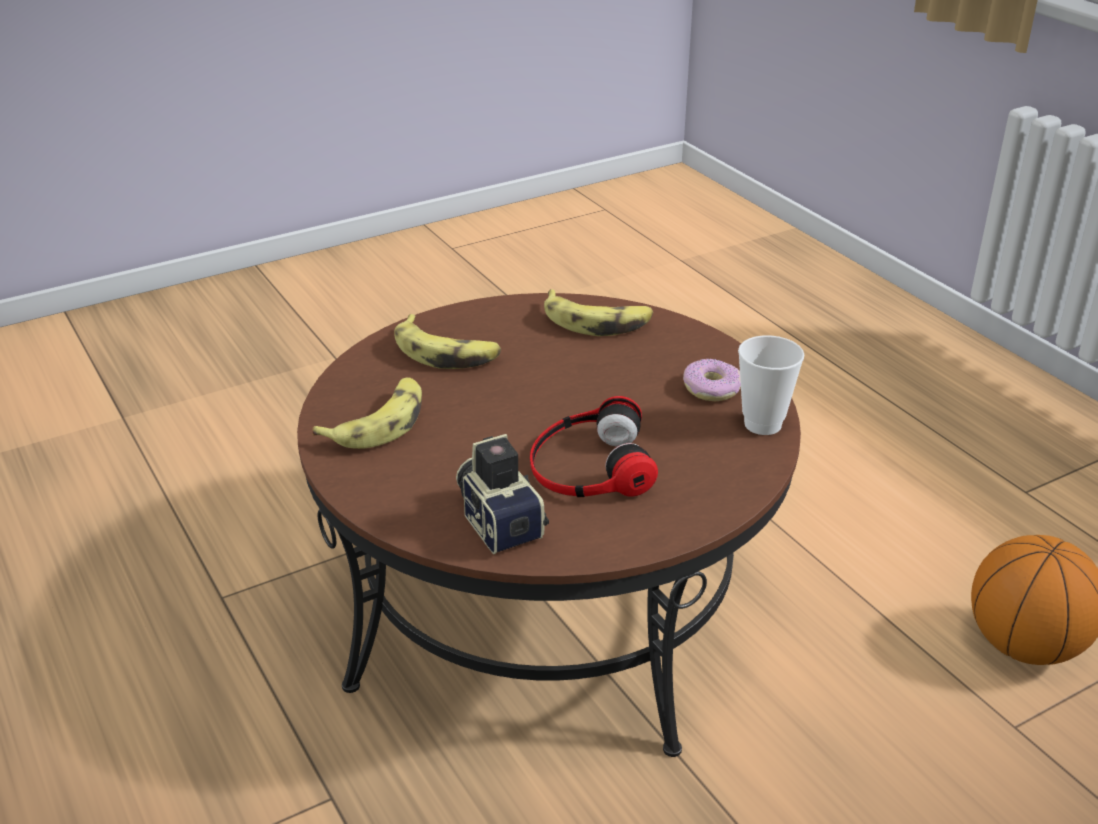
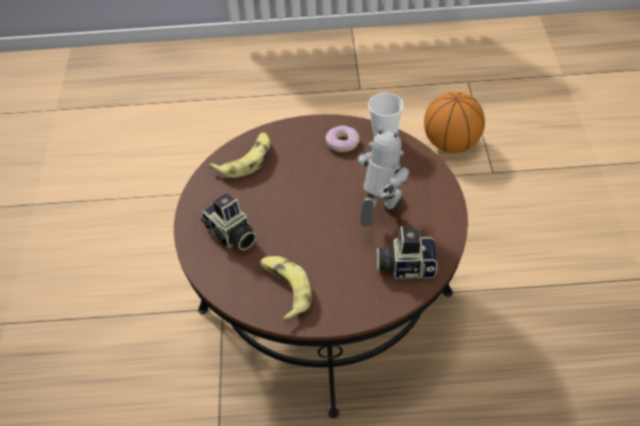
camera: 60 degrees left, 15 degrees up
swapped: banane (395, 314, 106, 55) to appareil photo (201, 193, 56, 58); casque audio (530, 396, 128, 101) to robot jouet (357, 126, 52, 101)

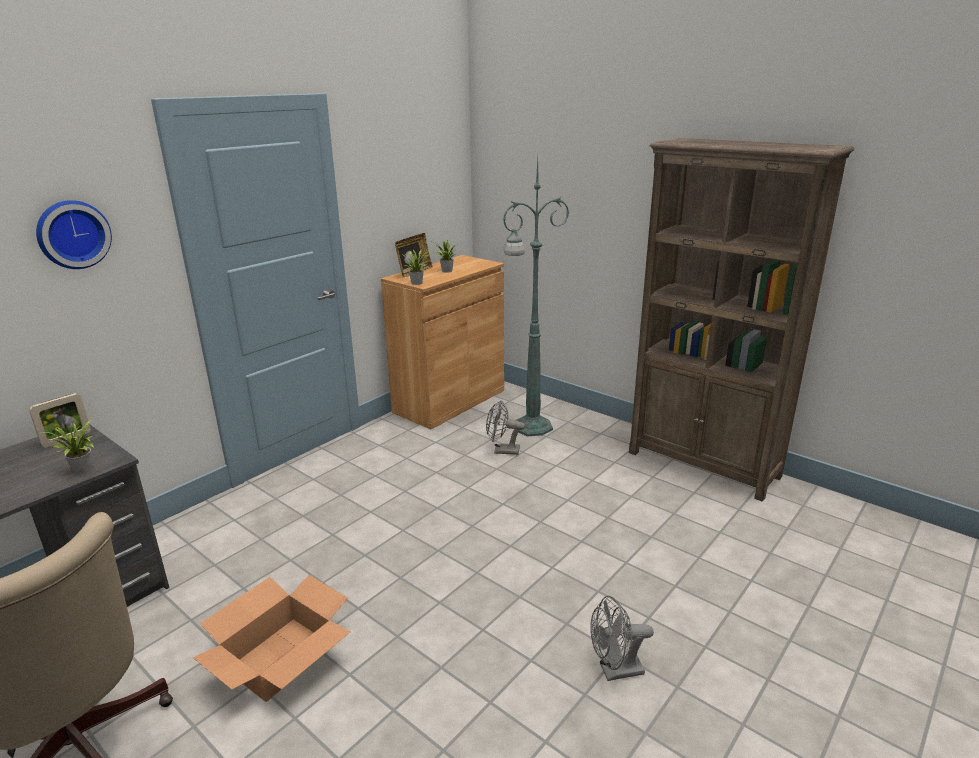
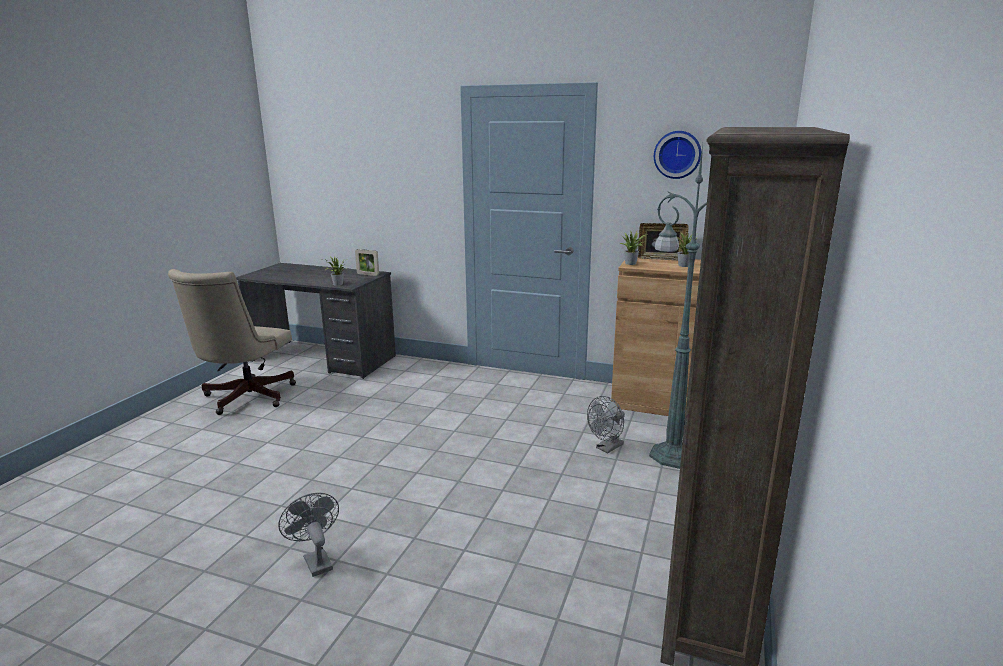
camera: 70 degrees right, 5 degrees down
gone: carton (193, 575, 158, 127)
shifted: horloge murale (36, 200, 76, 69) to (654, 131, 47, 48)
rotated: ventilateur (gris) (486, 400, 39, 55) = (587, 396, 38, 57) 120 degrees counterclockwise

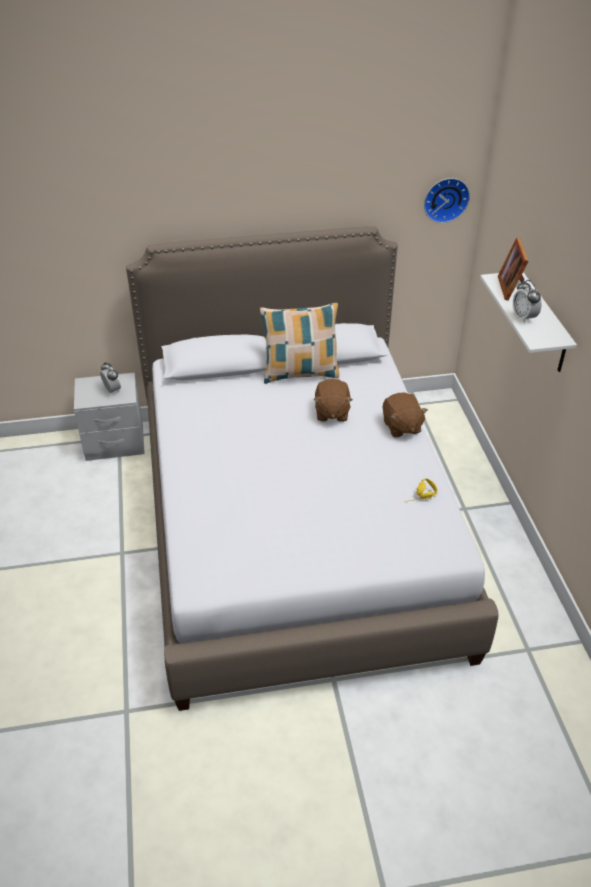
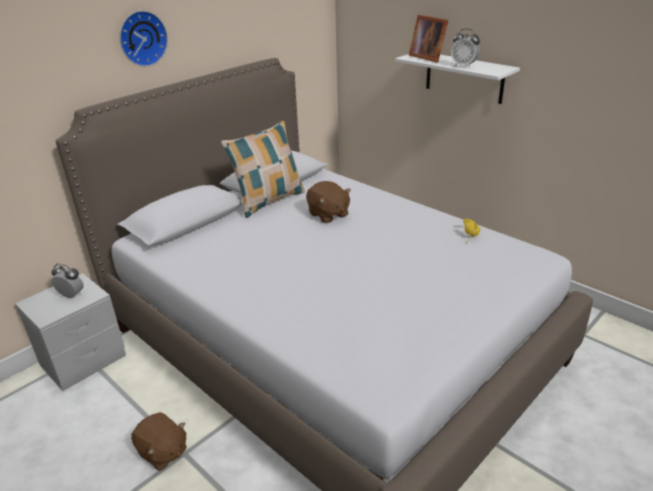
camera: 35 degrees left, 10 degrees down
shifted: peluche (marron) (382, 393, 46, 45) to (131, 412, 56, 59); horloge murale (424, 178, 46, 45) to (120, 11, 48, 56)

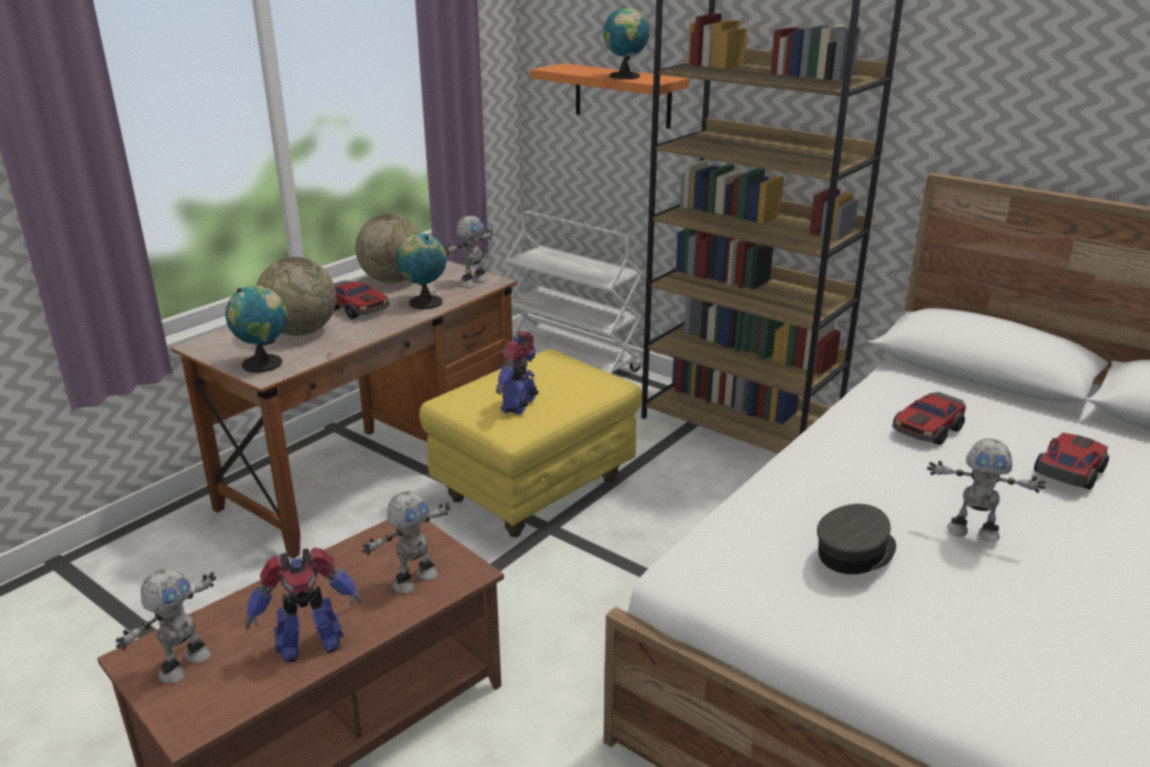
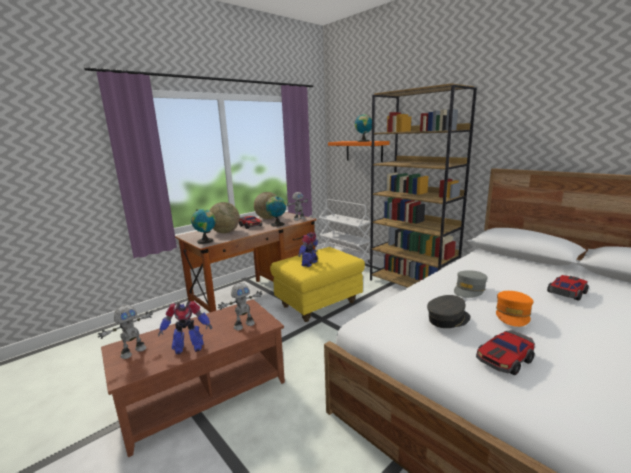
camera: 10 degrees right, 10 degrees down
new: casquette (gris) (454, 270, 34, 28)
shifted: petite voiture (892, 392, 74, 53) to (476, 330, 59, 45)
swapped: robot jouet (927, 438, 118, 105) to casquette (orange) (496, 291, 37, 36)

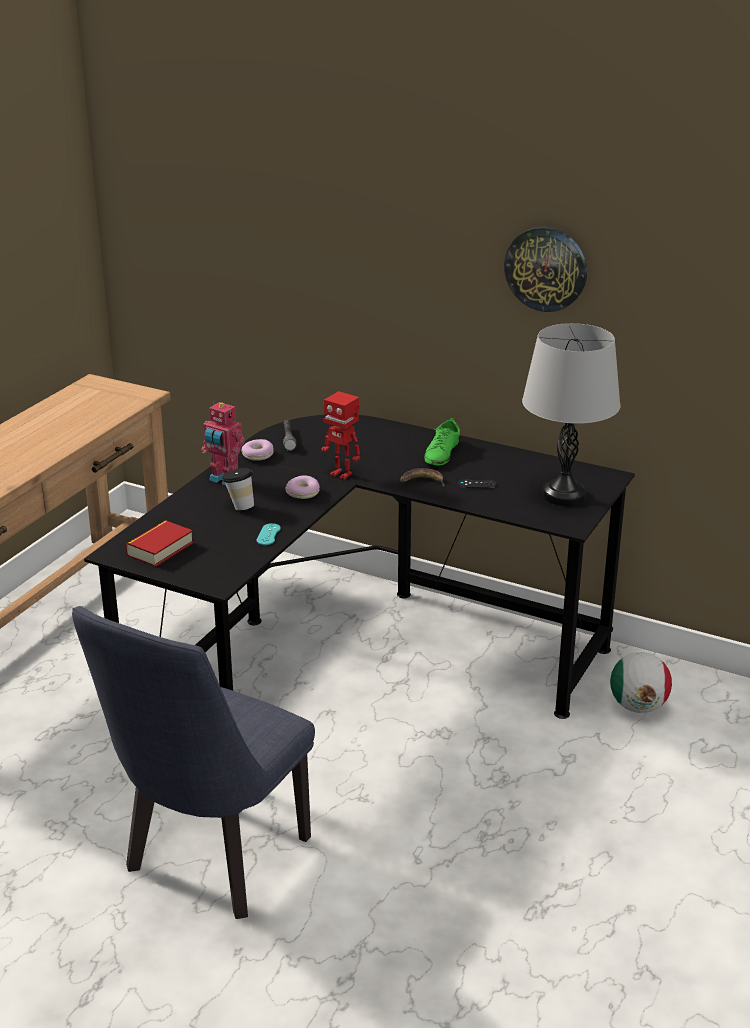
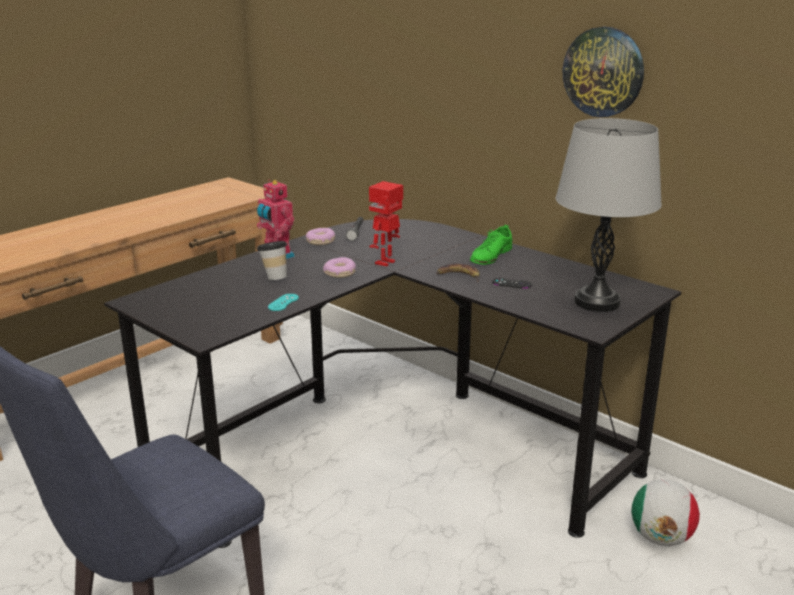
camera: 15 degrees right, 5 degrees down
gone: livre (126, 520, 67, 47)
rotated: robot jouet (321, 391, 39, 89) = (369, 181, 34, 85) 75 degrees clockwise

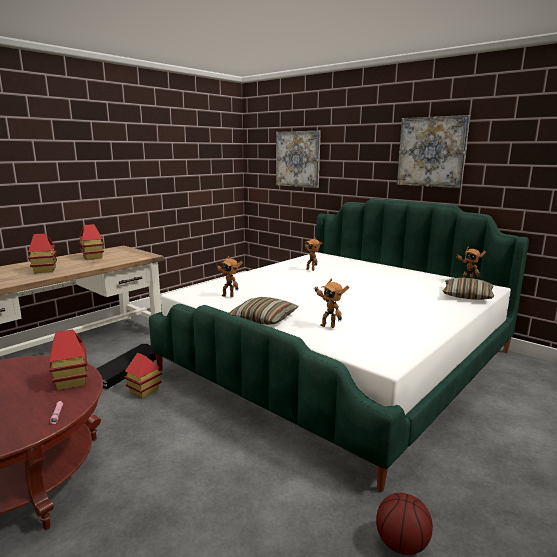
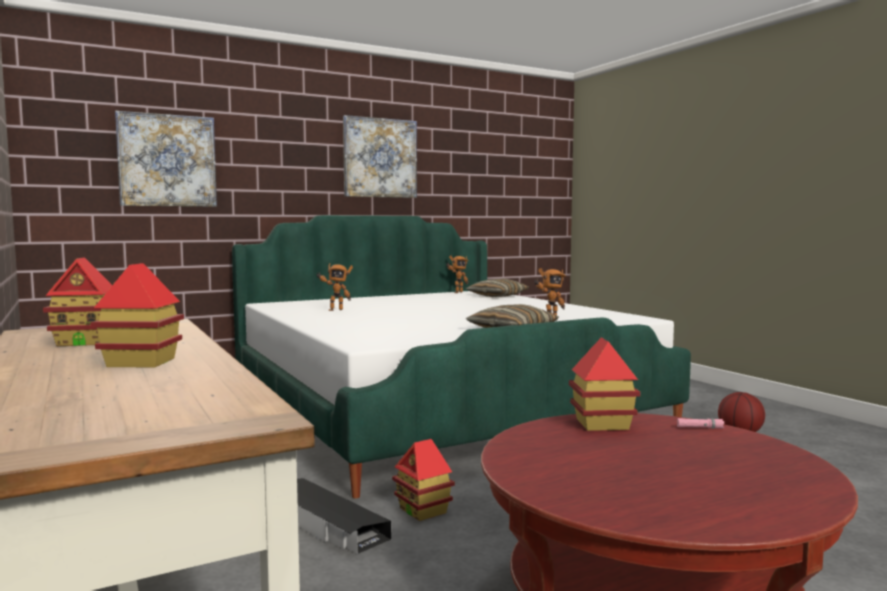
camera: 70 degrees left, 10 degrees down
gone: robot jouet (215, 256, 28, 41)

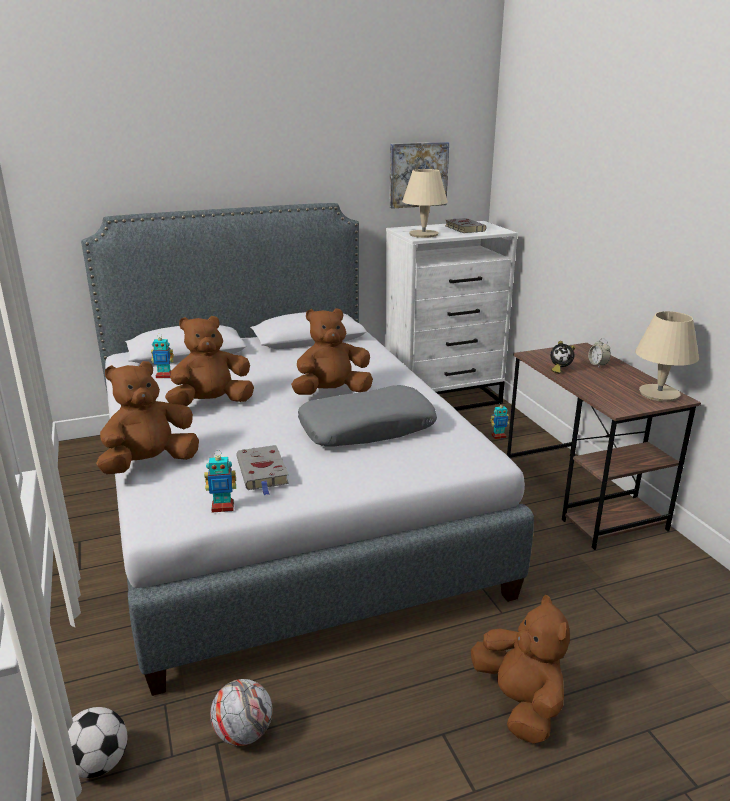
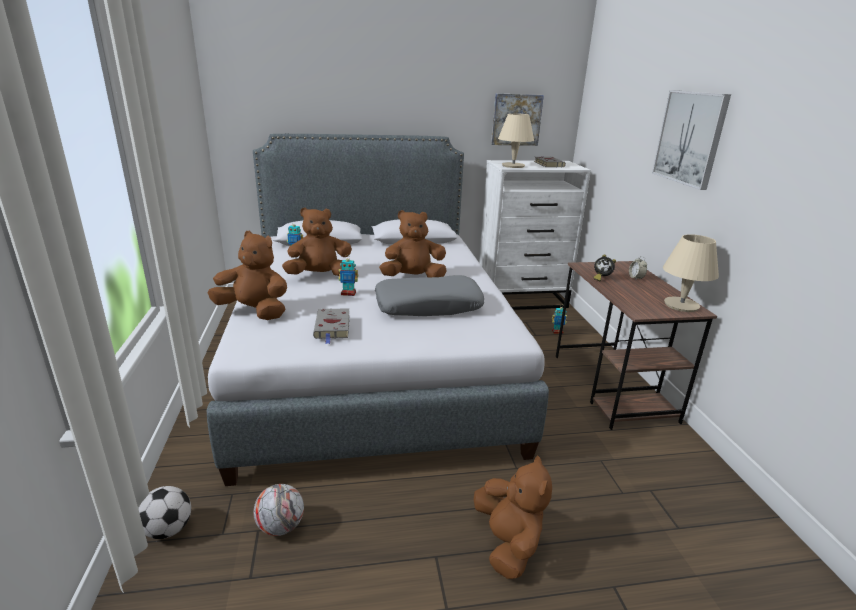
camera: 10 degrees right, 0 degrees up
new: tableau (652, 90, 79, 100)
shifted: robot jouet (204, 450, 32, 62) to (338, 256, 20, 40)
rotated: peluche (marron) (96, 361, 103, 113) = (208, 231, 79, 89) 45 degrees clockwise

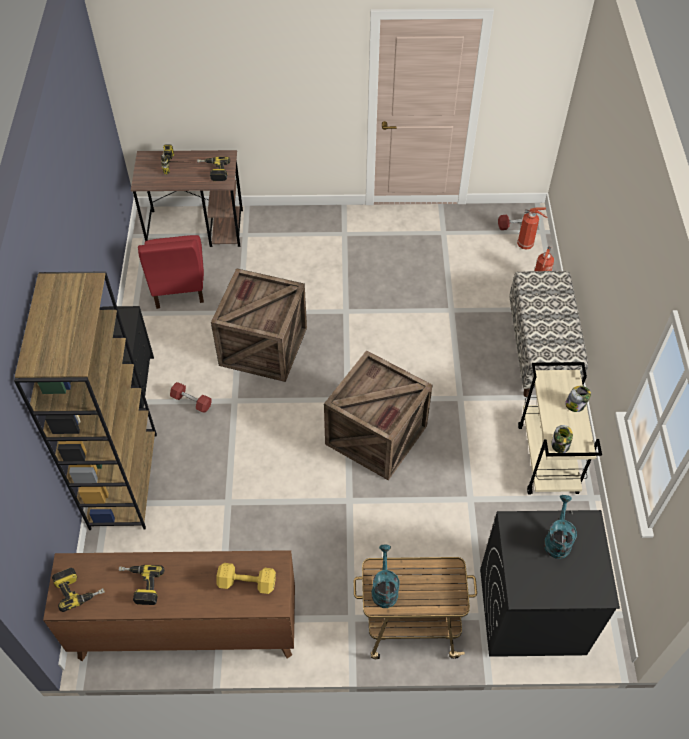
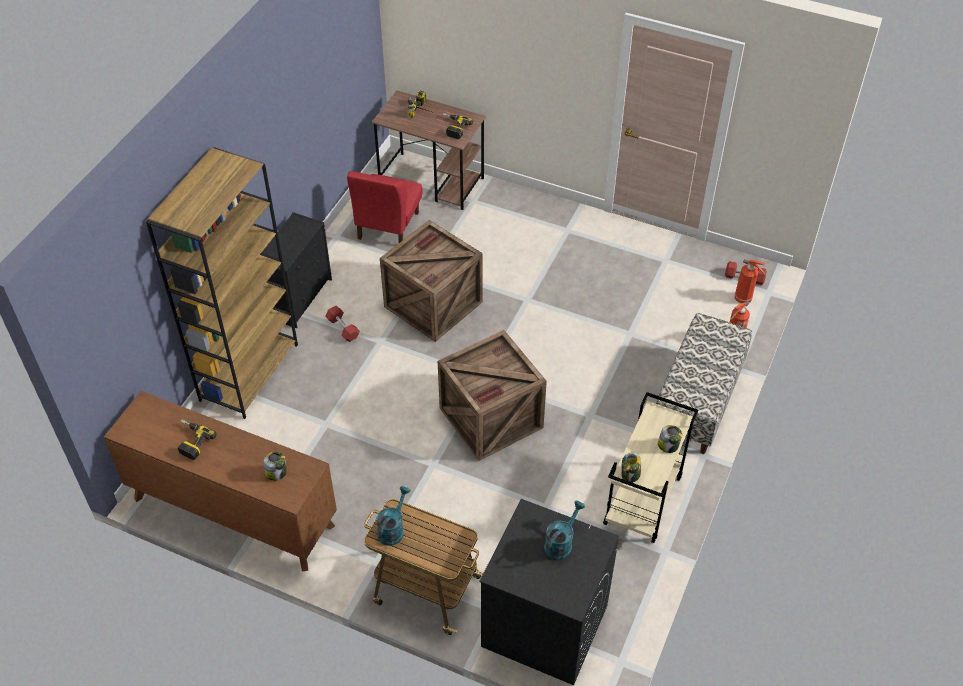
camera: 25 degrees right, 5 degrees down
gone: perceuse (52, 568, 53, 44)
swapped: haltère (jaune) (216, 563, 60, 31) to bocal (264, 452, 23, 29)

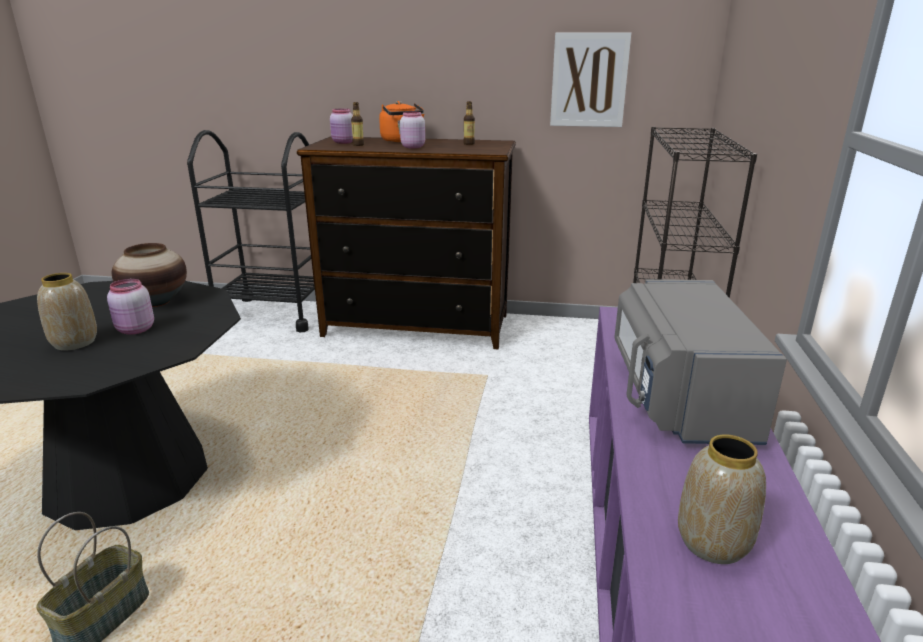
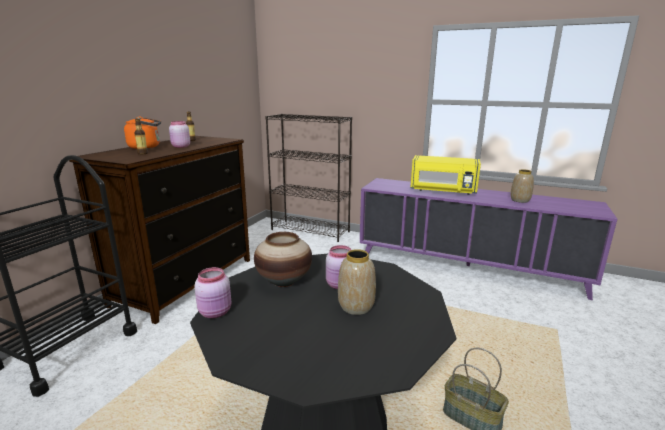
camera: 75 degrees left, 5 degrees down
gone: tableau (550, 32, 81, 95)
shifted: bocal (rose) (330, 108, 23, 36) to (194, 267, 37, 51)
repainted: micro-ondes (gris) (615, 279, 172, 166) to micro-ondes (jaune) (411, 155, 70, 40)

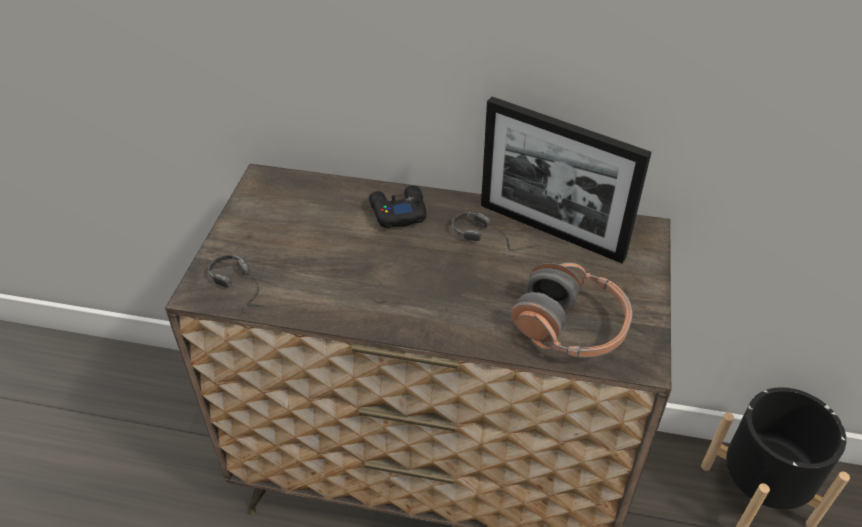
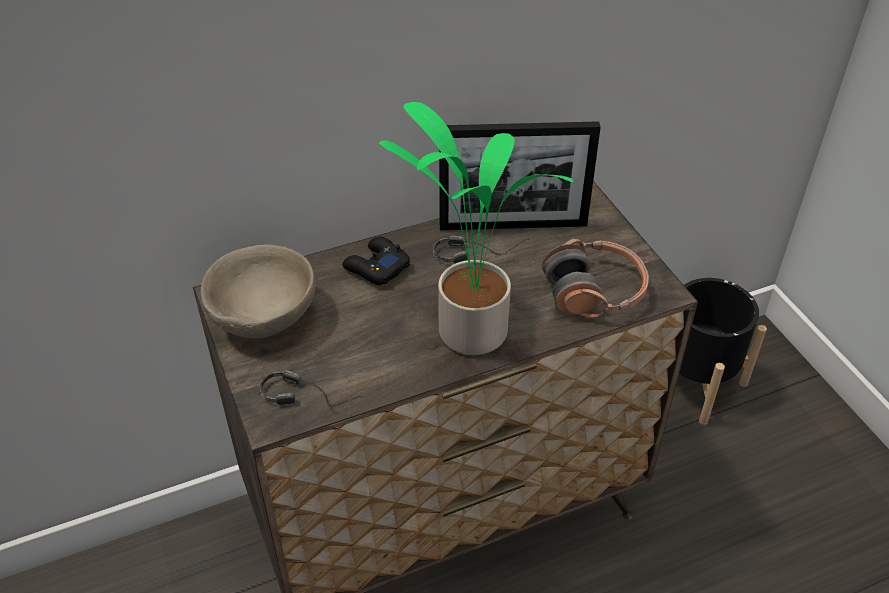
camera: 35 degrees left, 0 degrees up
new: bol (beige) (201, 245, 115, 93); plante en pot (379, 102, 194, 253)

